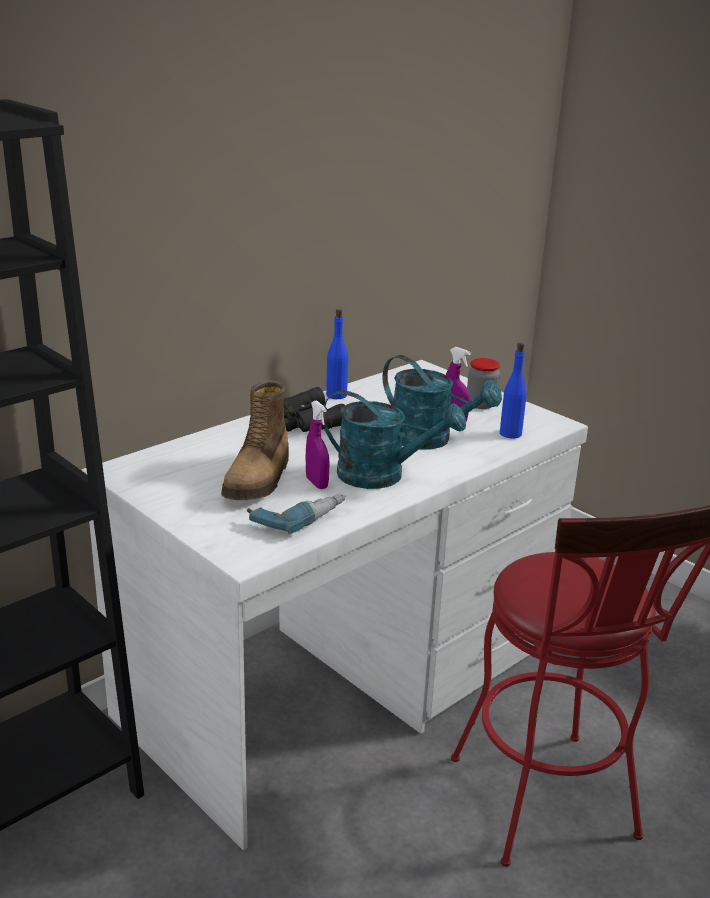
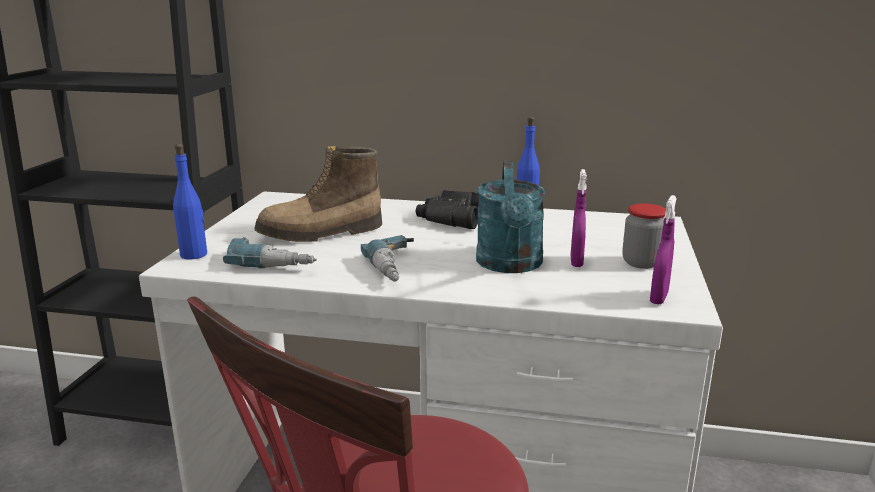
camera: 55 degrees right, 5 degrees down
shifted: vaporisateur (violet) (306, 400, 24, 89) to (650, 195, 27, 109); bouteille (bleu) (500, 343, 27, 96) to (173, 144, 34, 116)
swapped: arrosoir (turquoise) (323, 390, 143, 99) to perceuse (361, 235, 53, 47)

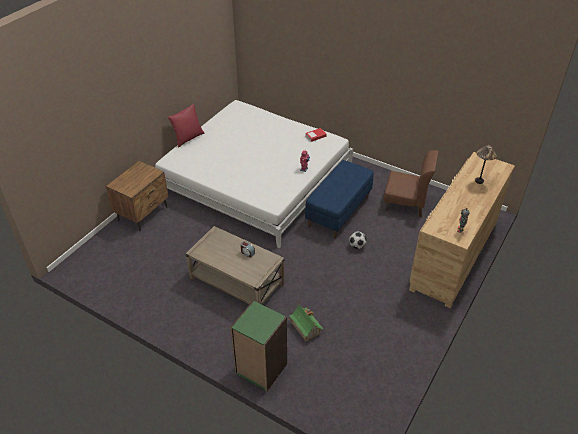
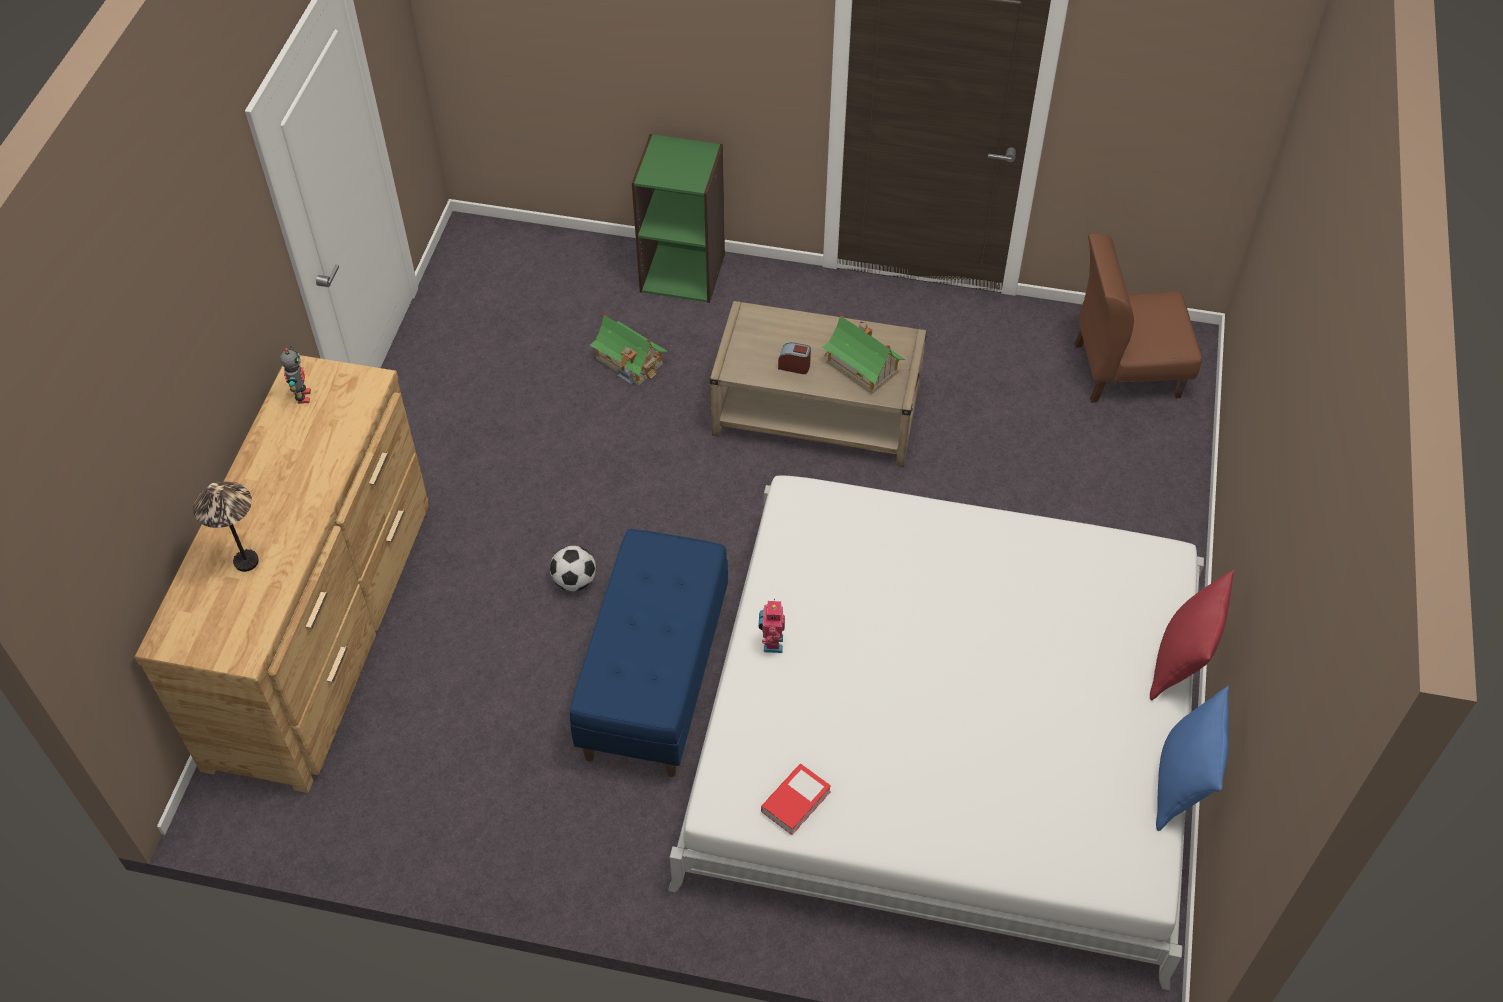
camera: 160 degrees right, 10 degrees up
gone: table de chevet (marron) (106, 161, 63, 70)
new: maison miniature (822, 313, 83, 81); coussin (bleu) (1156, 686, 73, 145)
shifted: chaise (marron) (384, 150, 55, 67) to (1074, 233, 128, 170)

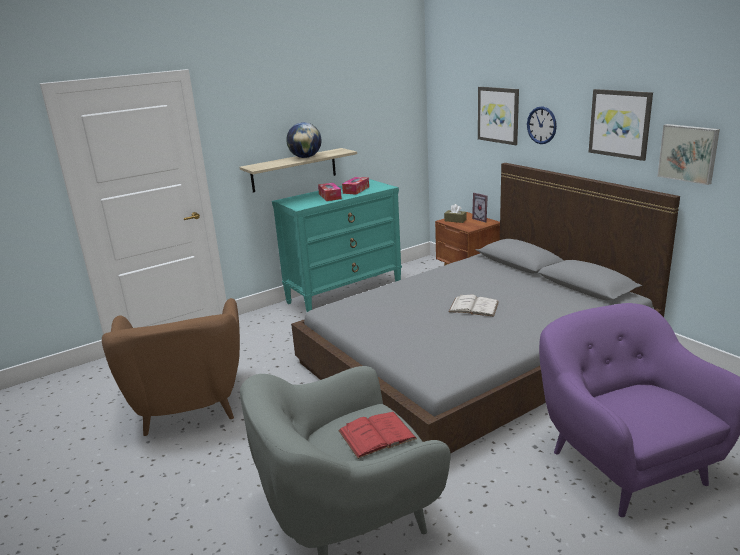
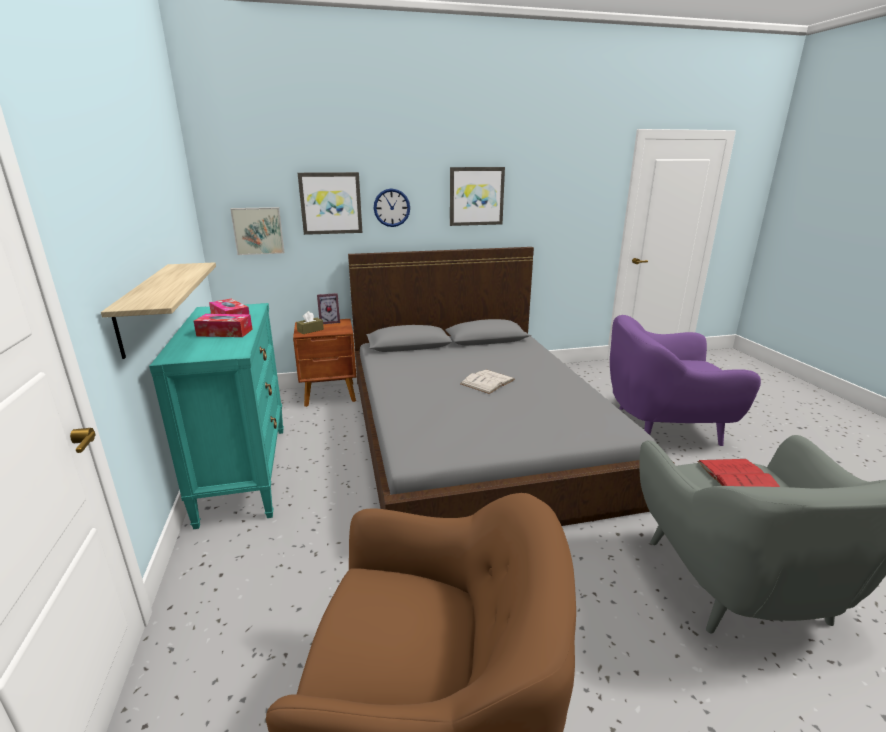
camera: 70 degrees left, 0 degrees up
gone: globe (286, 122, 36, 36)
shifted: tableau (657, 124, 63, 61) to (230, 207, 54, 48)

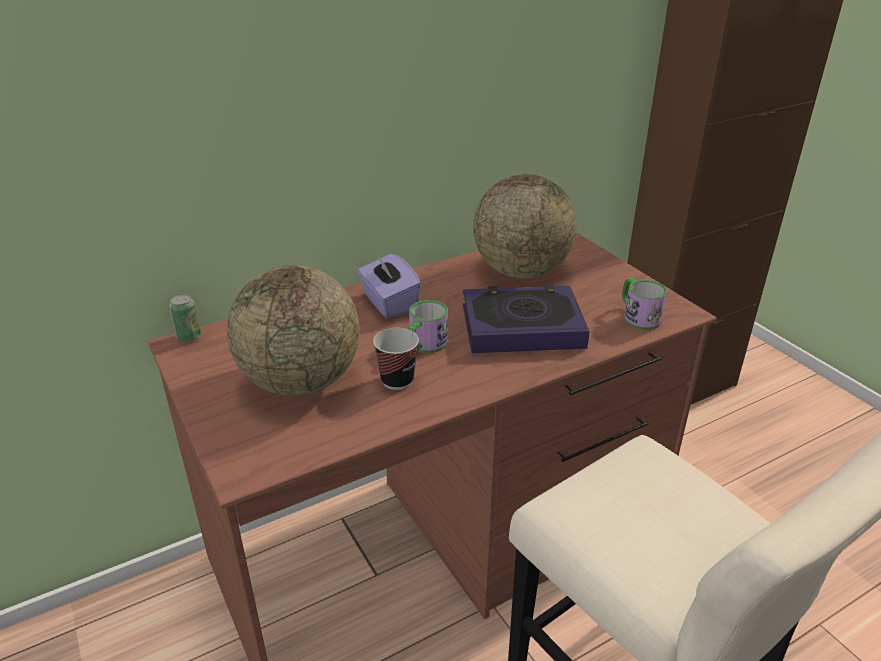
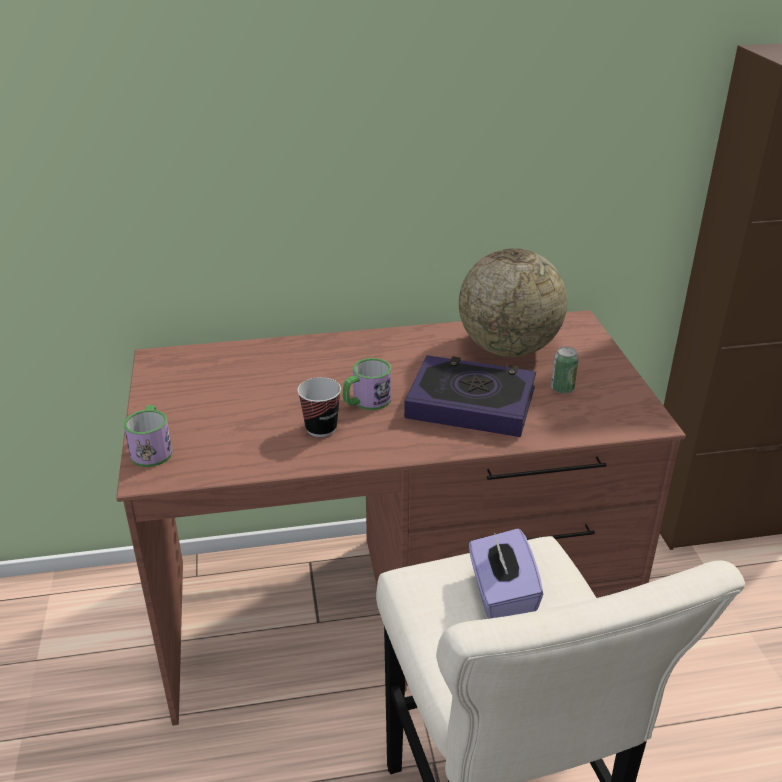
camera: 20 degrees right, 0 degrees up
gone: globe (227, 265, 133, 131)
shifted: boîte métallique (169, 294, 32, 48) to (551, 347, 28, 47); boîte à mouchoirs (violet) (357, 254, 65, 64) to (469, 529, 74, 90); mug (622, 278, 45, 52) to (124, 405, 48, 62)

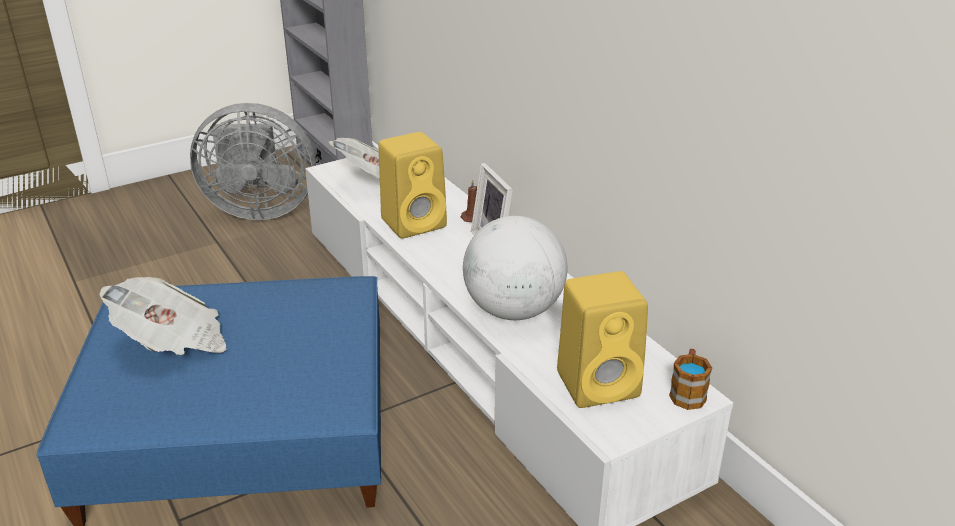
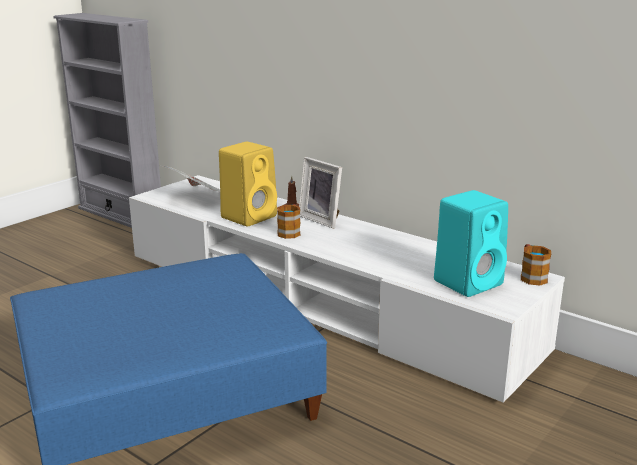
camera: 20 degrees left, 10 degrees down
gone: journal (100, 277, 127, 78); ventilateur (gris) (190, 103, 126, 117); globe (463, 216, 105, 104)
new: mug (277, 204, 24, 35)
repainted: enceinte (jaune) (557, 271, 91, 137) to enceinte (turquoise) (434, 190, 74, 107)

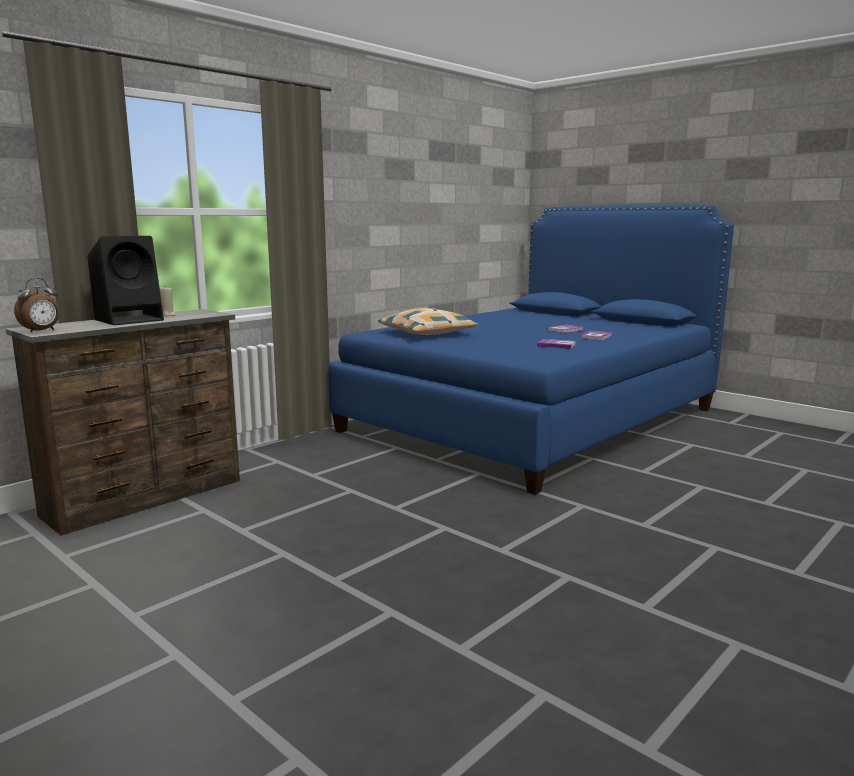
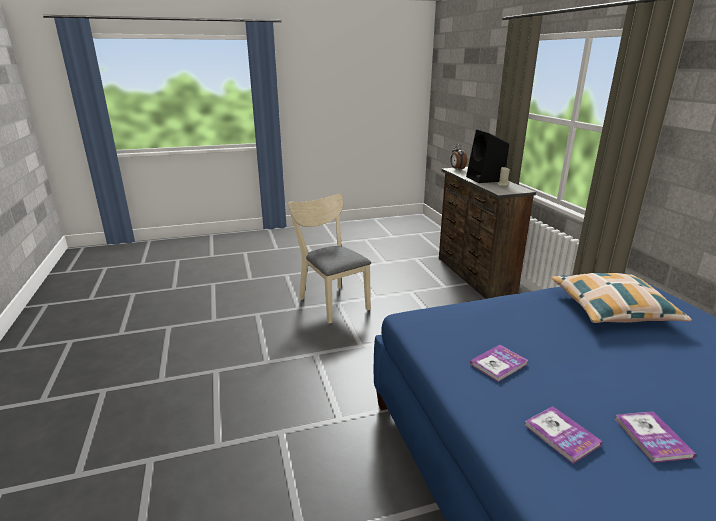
camera: 120 degrees right, 10 degrees up
new: chaise (beige) (288, 193, 83, 131)

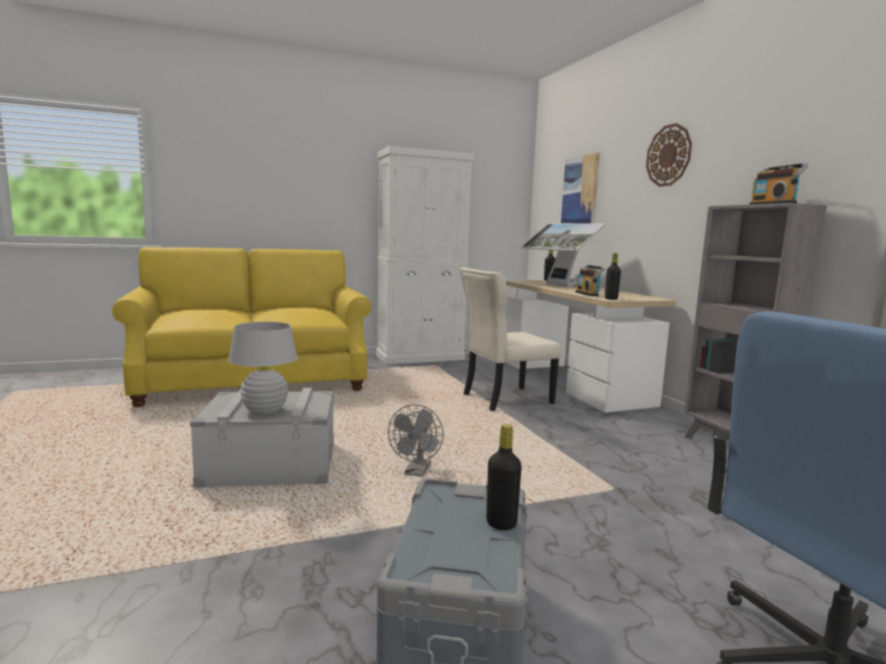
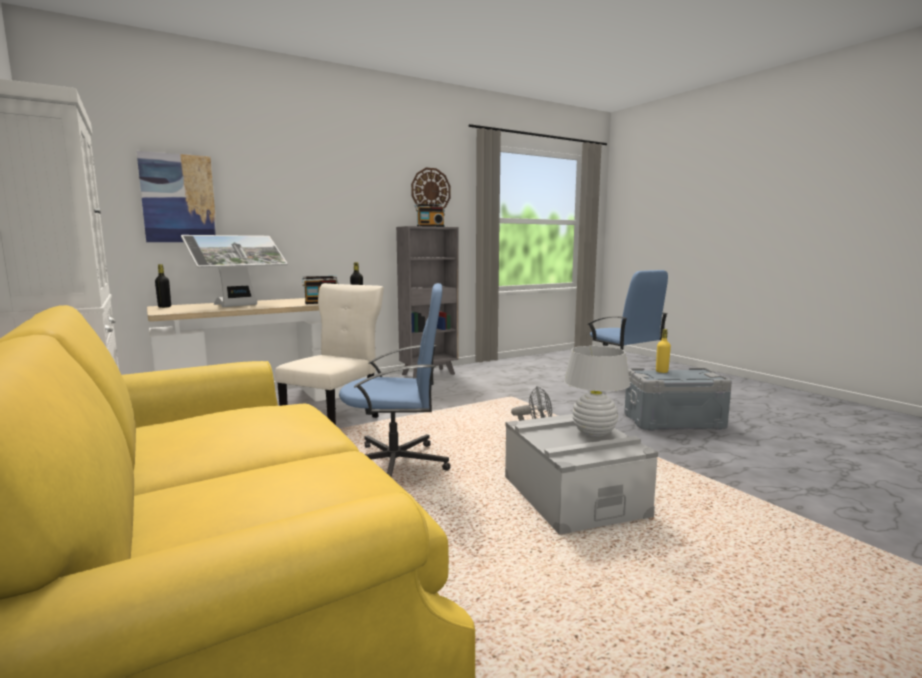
camera: 100 degrees left, 0 degrees up
new: chaise de bureau (bleu) (339, 283, 112, 194)
shifted: horloge murale (646, 123, 46, 64) to (411, 168, 40, 41)
repainted: bouteille (noir) (486, 424, 36, 106) to bouteille (jaune) (656, 329, 15, 44)
rotated: chaise (beige) (460, 267, 101, 144) = (275, 283, 109, 142) 120 degrees counterclockwise

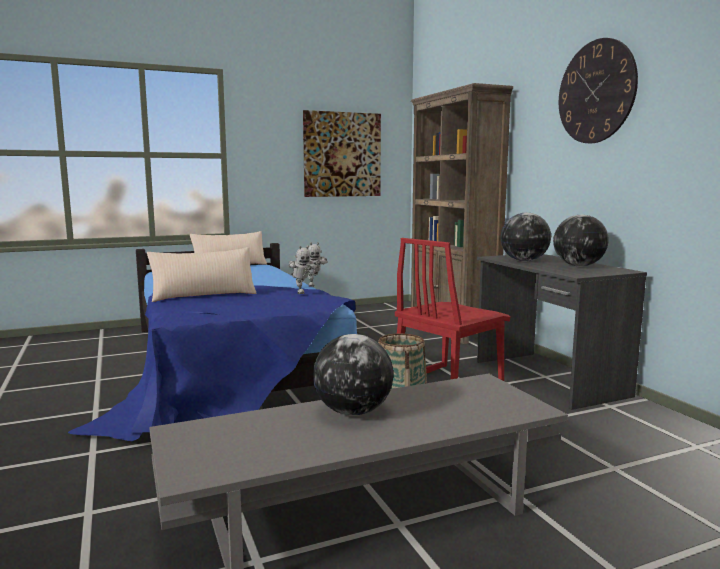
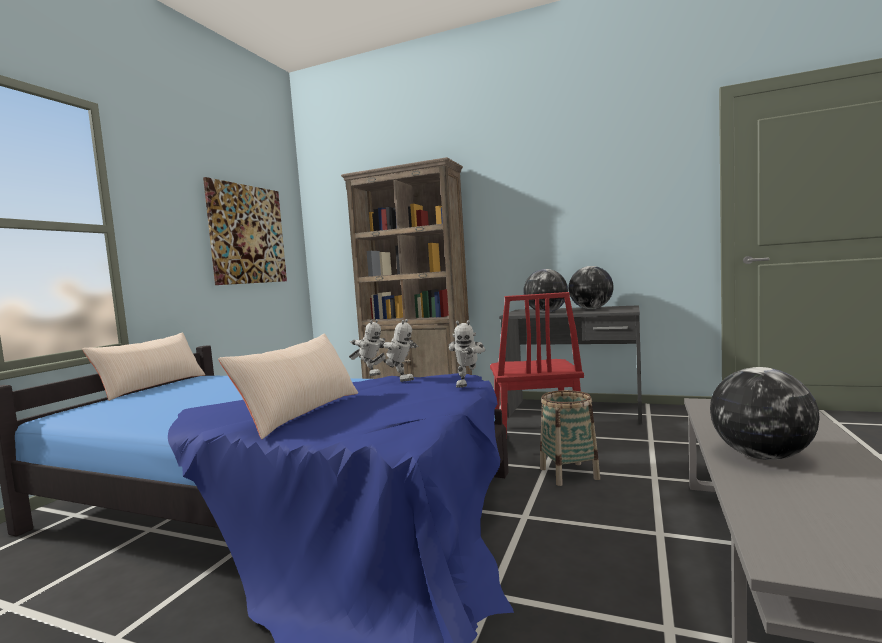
camera: 45 degrees left, 5 degrees down
gone: horloge murale (559, 38, 79, 105)
new: robot jouet (448, 320, 37, 68)

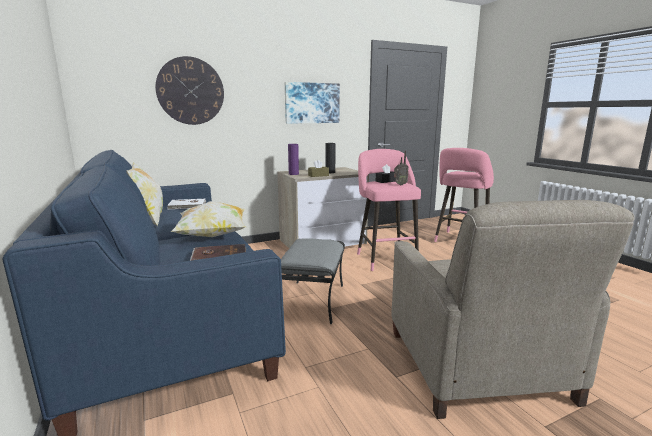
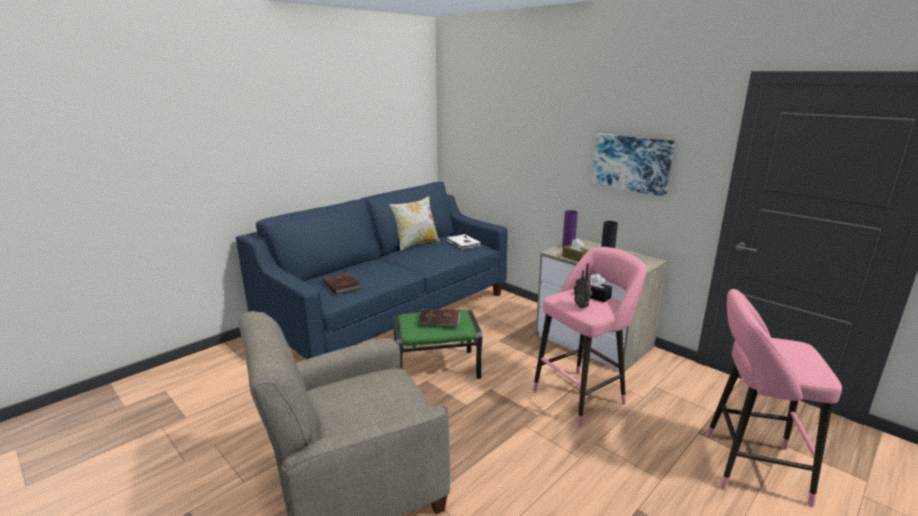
camera: 70 degrees right, 5 degrees up
gone: horloge murale (155, 56, 69, 69); coussin (171, 201, 75, 36)
new: livre (marron) (418, 309, 43, 18)
repainted: pouf (gris) (281, 238, 64, 86) to pouf (vert) (393, 309, 89, 70)

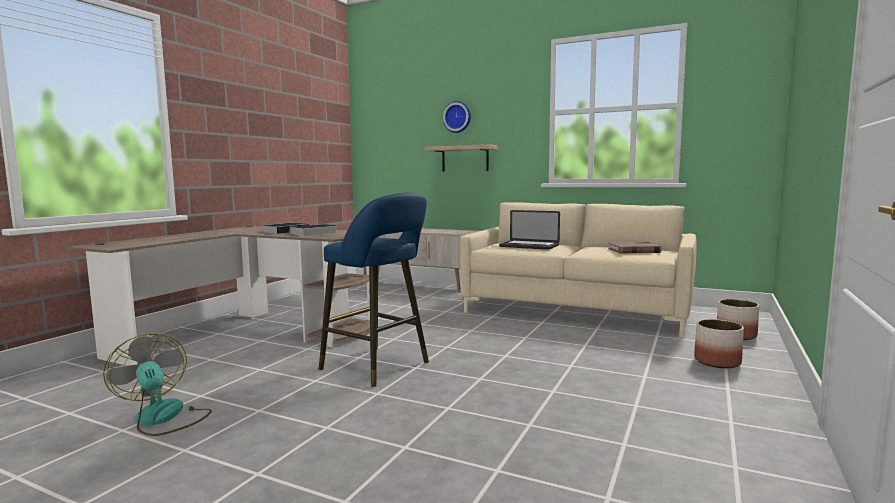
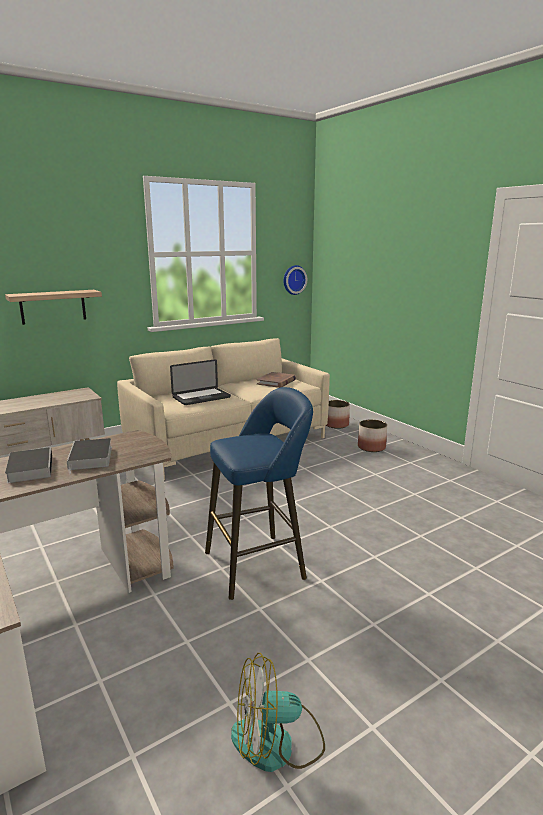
camera: 60 degrees left, 10 degrees up
shifted: horloge murale (443, 101, 28, 32) to (284, 265, 23, 30)

